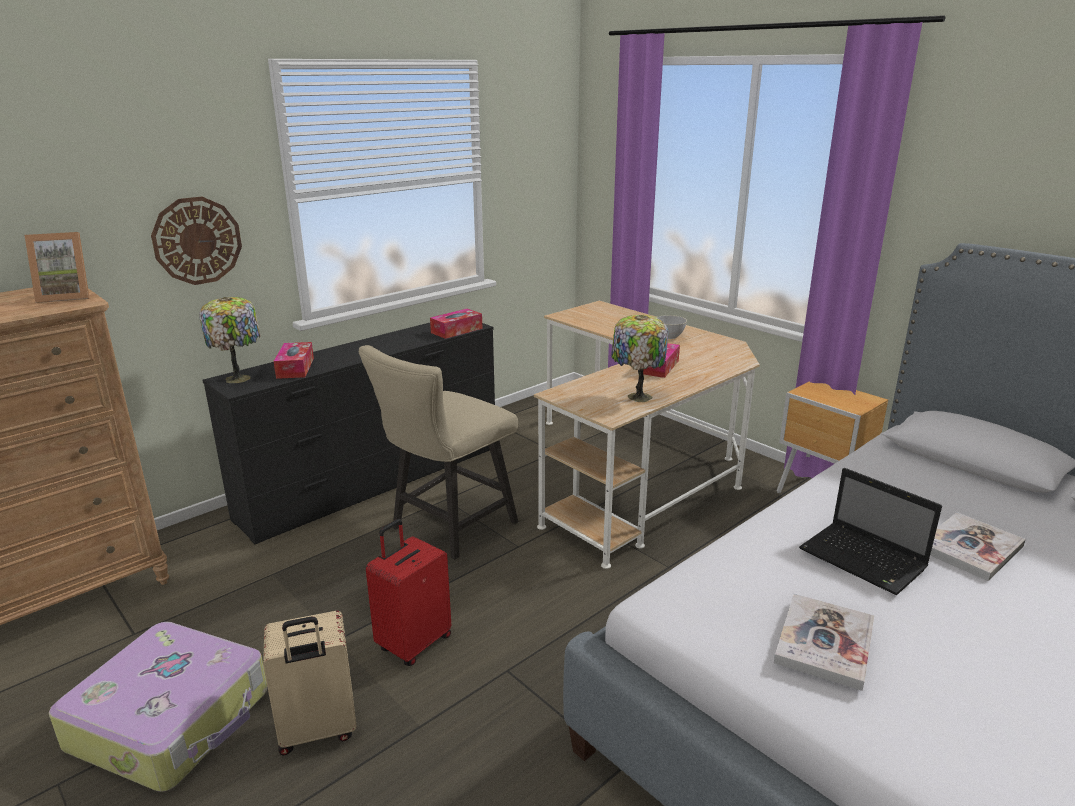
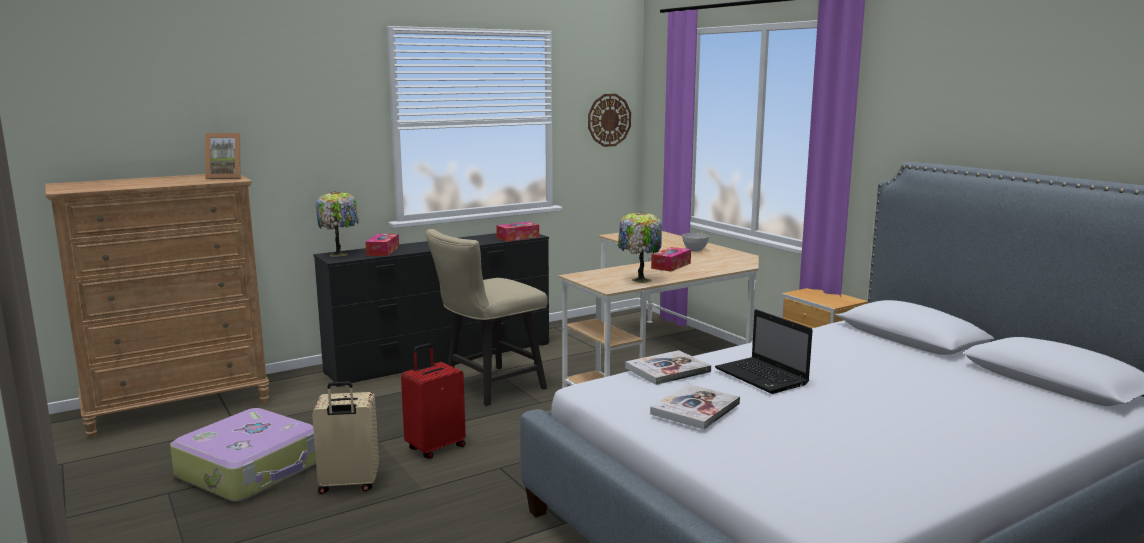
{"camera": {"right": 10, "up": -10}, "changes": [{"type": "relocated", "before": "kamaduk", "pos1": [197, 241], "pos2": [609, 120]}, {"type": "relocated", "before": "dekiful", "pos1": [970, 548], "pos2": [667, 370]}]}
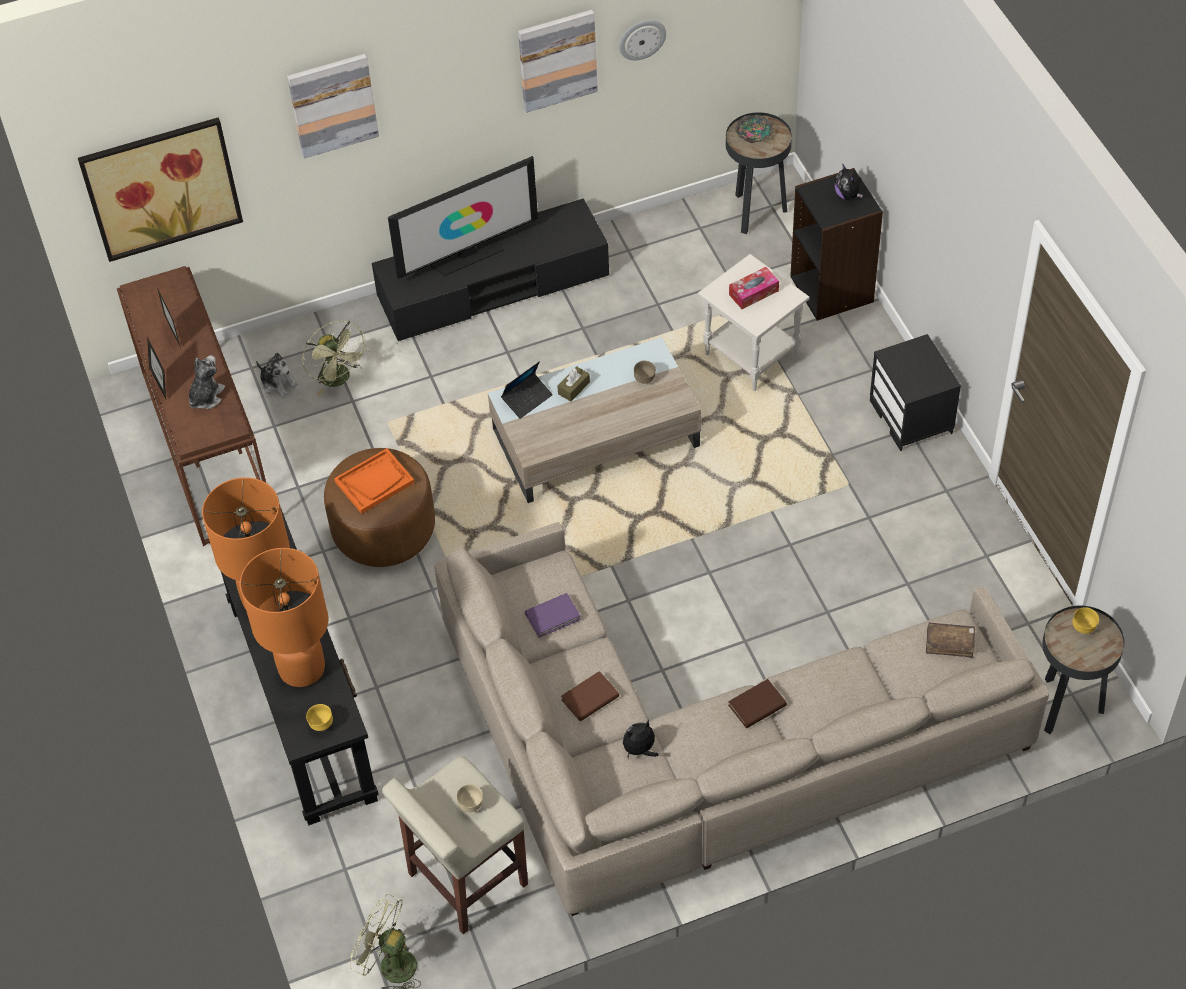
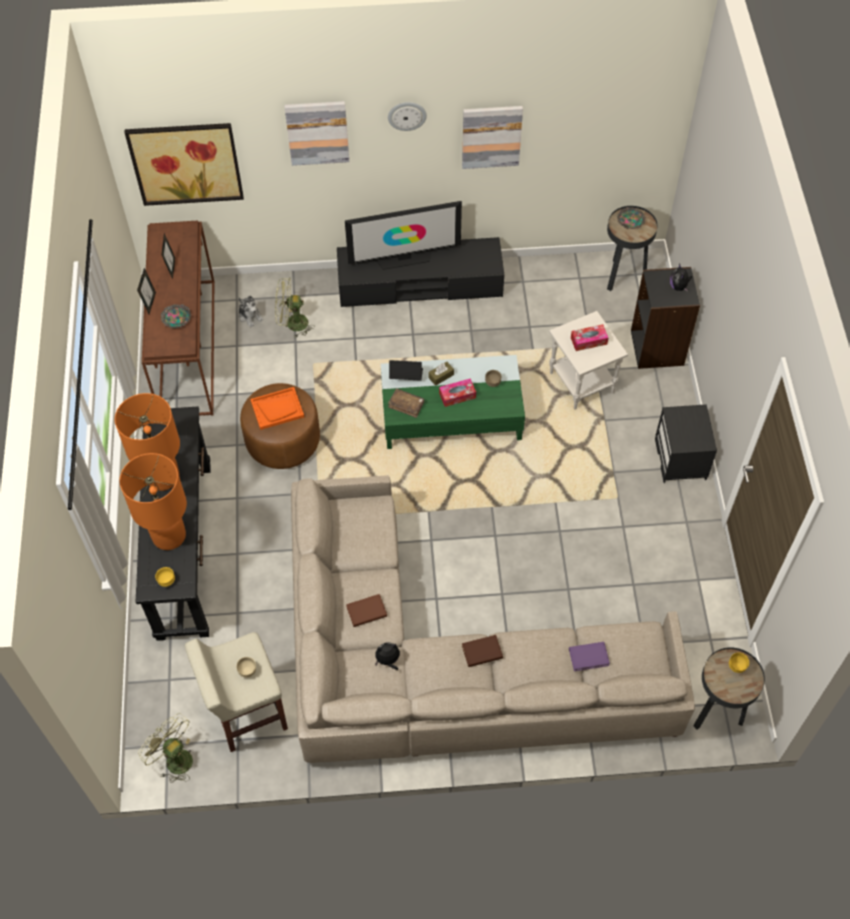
{"camera": {"right": 15, "up": 5}, "changes": [{"type": "appeared", "after": "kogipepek", "pos2": [457, 395]}, {"type": "relocated", "before": "dekiful (purple)", "pos1": [552, 616], "pos2": [588, 657]}, {"type": "relocated", "before": "kamaduk", "pos1": [642, 39], "pos2": [407, 115]}, {"type": "relocated", "before": "dekiful (brown)", "pos1": [950, 643], "pos2": [406, 405]}, {"type": "exchanged", "before": "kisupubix", "after": "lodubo", "pos1": [206, 397], "pos2": [176, 319]}, {"type": "colour", "before": "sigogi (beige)", "after": "sigogi (green)", "pos1": [596, 438], "pos2": [451, 414]}, {"type": "spun", "before": "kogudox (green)", "pos1": [339, 379], "pos2": [292, 324], "turn": 105}, {"type": "spun", "before": "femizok", "pos1": [527, 399], "pos2": [406, 375], "turn": -150}]}
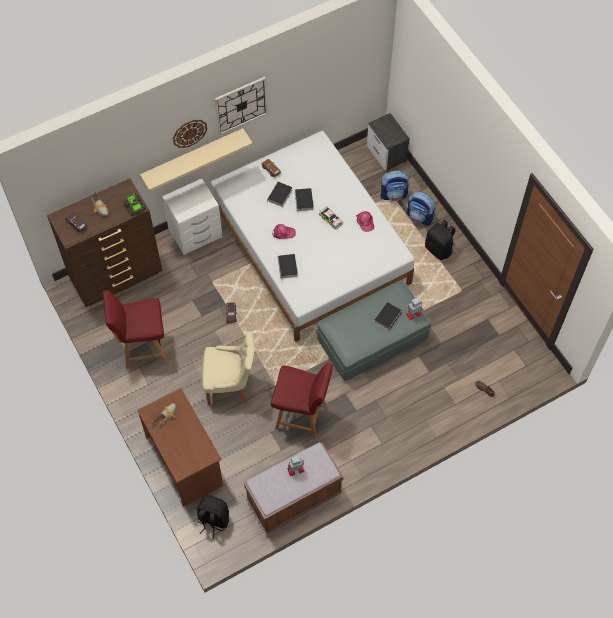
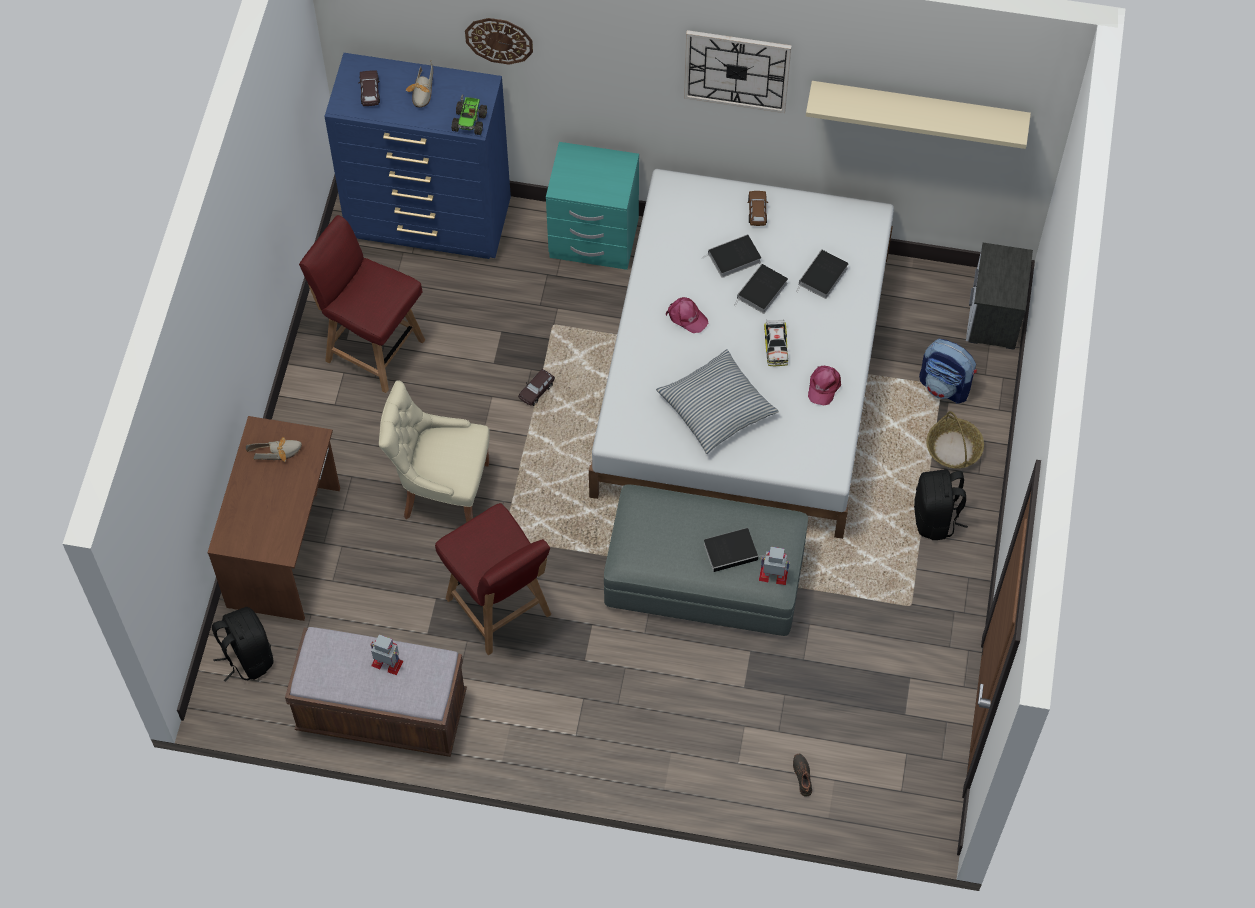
{"camera": {"right": 40, "up": 0}, "changes": [{"type": "appeared", "after": "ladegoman", "pos2": [716, 407]}, {"type": "relocated", "before": "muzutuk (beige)", "pos1": [192, 157], "pos2": [918, 109]}, {"type": "relocated", "before": "kamaduk", "pos1": [189, 133], "pos2": [499, 40]}, {"type": "relocated", "before": "dekiful", "pos1": [288, 268], "pos2": [822, 277]}, {"type": "exchanged", "before": "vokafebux", "after": "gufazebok", "pos1": [420, 217], "pos2": [954, 449]}, {"type": "colour", "before": "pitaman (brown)", "after": "pitaman (blue)", "pos1": [117, 276], "pos2": [430, 224]}, {"type": "colour", "before": "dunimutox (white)", "after": "dunimutox (turquoise)", "pos1": [195, 234], "pos2": [593, 240]}, {"type": "spun", "before": "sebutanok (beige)", "pos1": [230, 385], "pos2": [442, 490], "turn": 150}]}
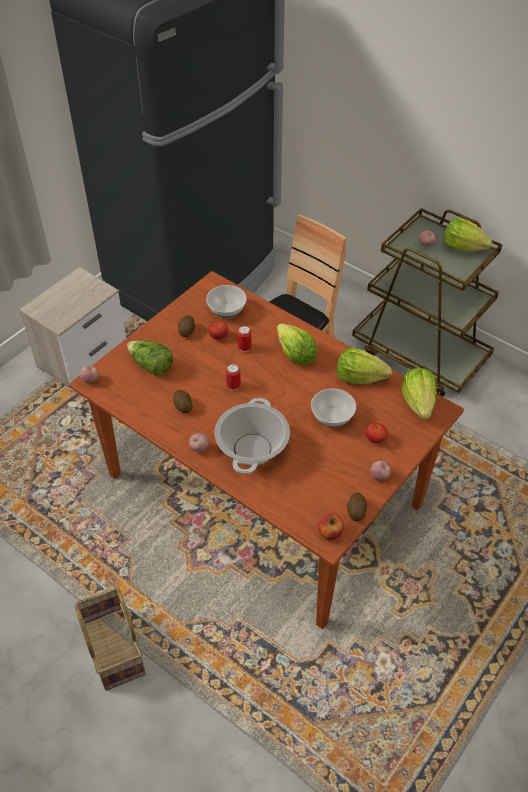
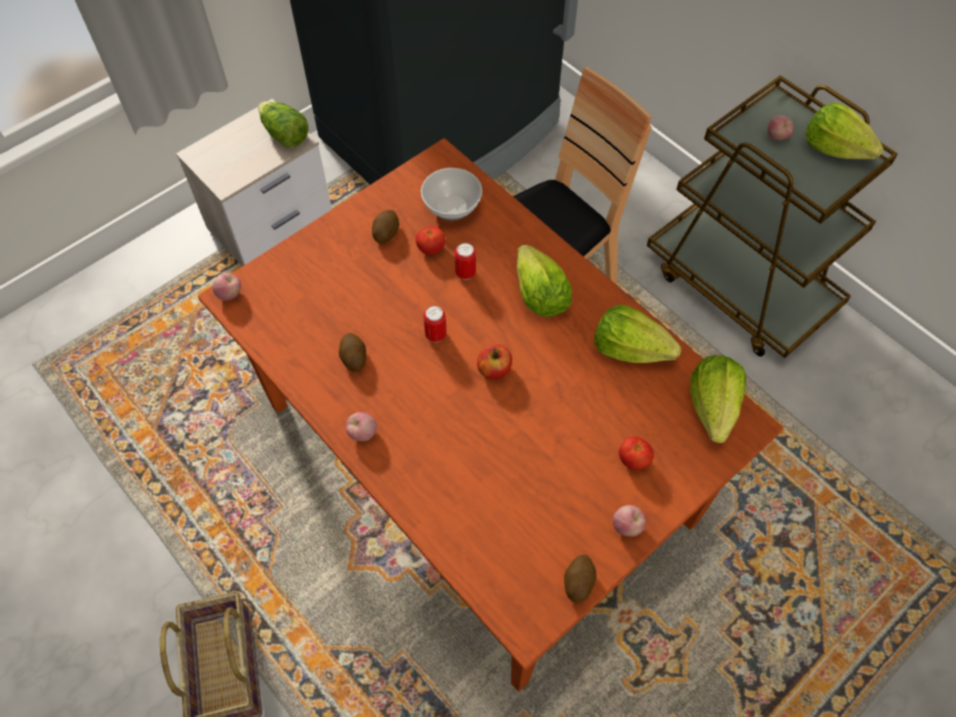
{"camera": {"right": 10, "up": 10}, "changes": [{"type": "missing", "before": "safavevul", "pos1": [253, 449]}, {"type": "missing", "before": "lodubo", "pos1": [332, 416]}, {"type": "relocated", "before": "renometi", "pos1": [151, 365], "pos2": [284, 134]}, {"type": "relocated", "before": "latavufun", "pos1": [330, 533], "pos2": [494, 369]}]}
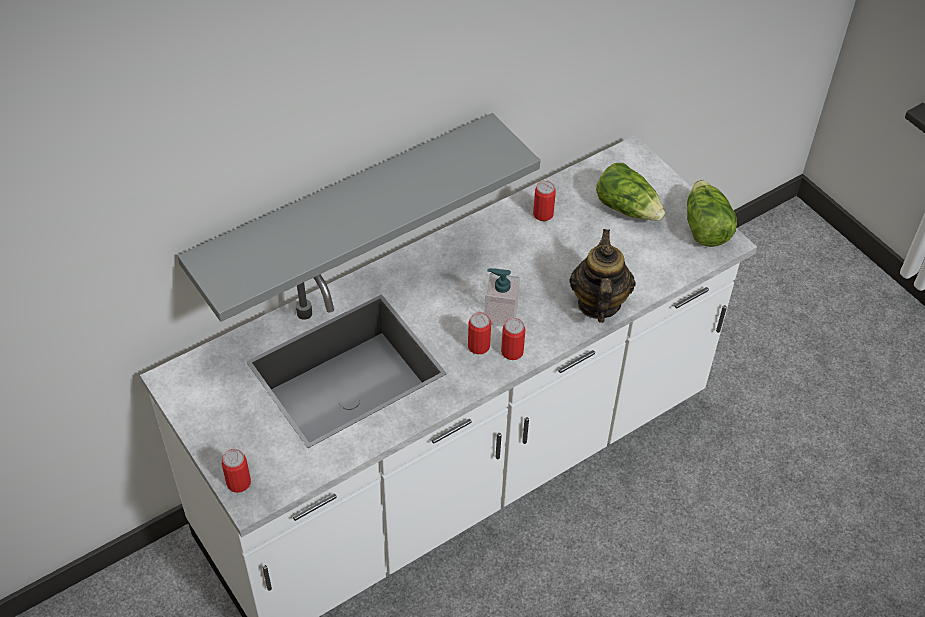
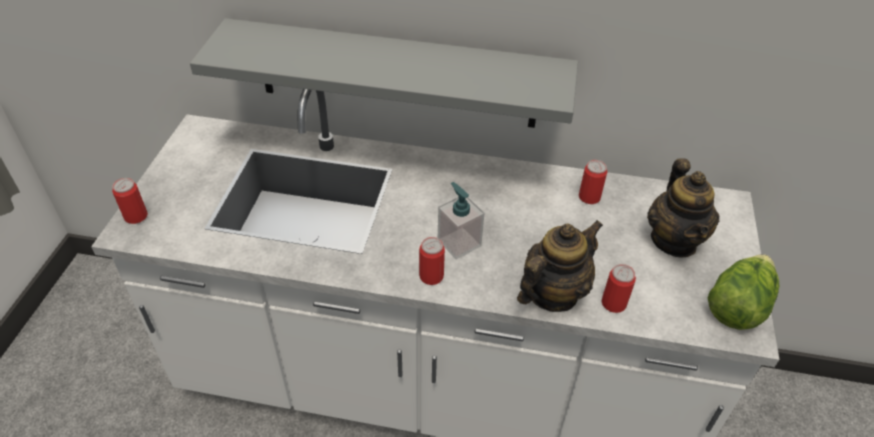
{"camera": {"right": 45, "up": -5}, "changes": [{"type": "relocated", "before": "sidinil", "pos1": [478, 346], "pos2": [613, 303]}, {"type": "exchanged", "before": "renometi", "after": "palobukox", "pos1": [627, 208], "pos2": [674, 240]}]}
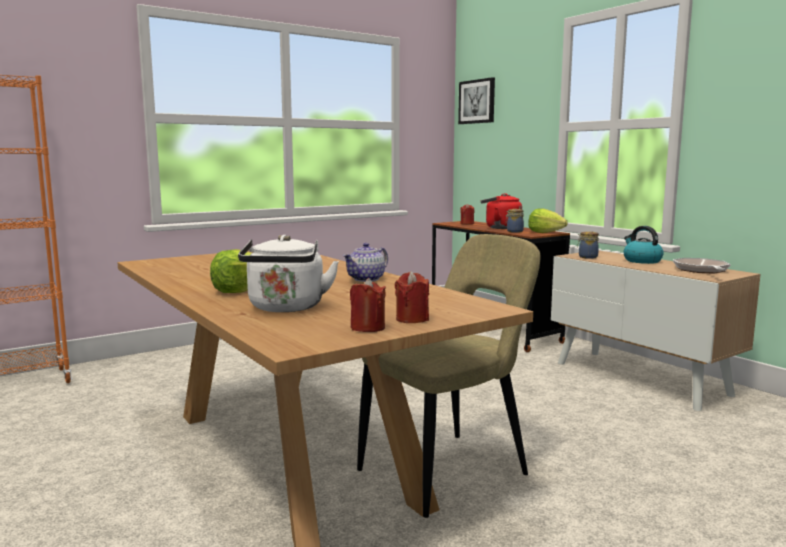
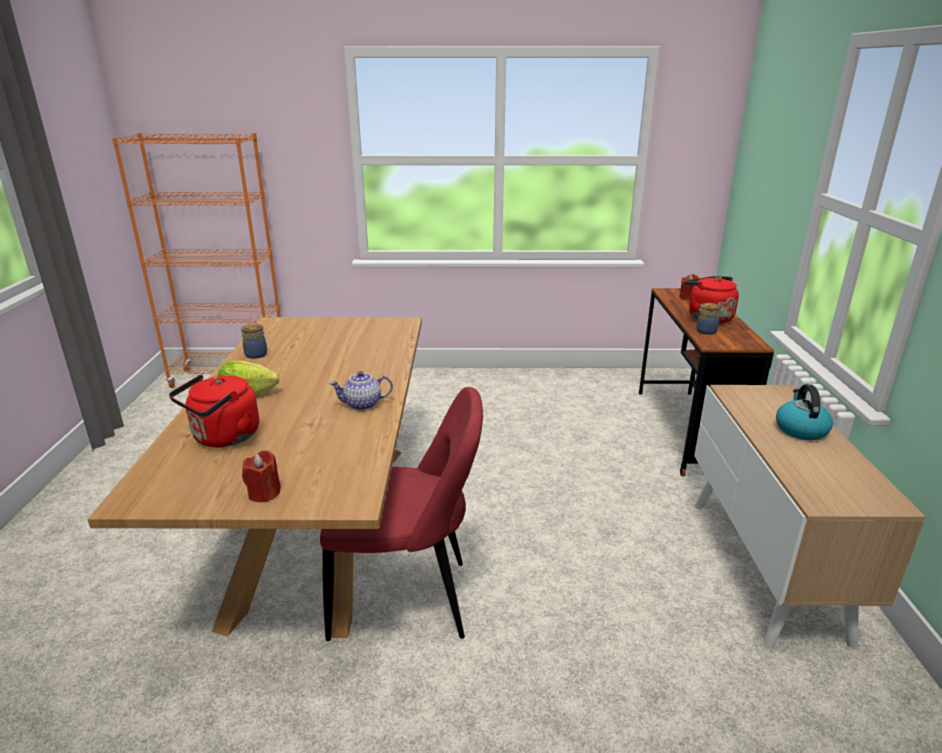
{"camera": {"right": 35, "up": 15}, "changes": [{"type": "missing", "before": "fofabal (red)", "pos1": [367, 328]}, {"type": "missing", "before": "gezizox", "pos1": [477, 101]}, {"type": "missing", "before": "renometi", "pos1": [545, 232]}, {"type": "missing", "before": "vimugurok", "pos1": [702, 270]}, {"type": "relocated", "before": "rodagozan", "pos1": [587, 257], "pos2": [255, 354]}, {"type": "colour", "before": "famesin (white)", "after": "famesin (red)", "pos1": [286, 308], "pos2": [223, 438]}, {"type": "colour", "before": "sebutanok (beige)", "after": "sebutanok (red)", "pos1": [449, 470], "pos2": [407, 600]}]}
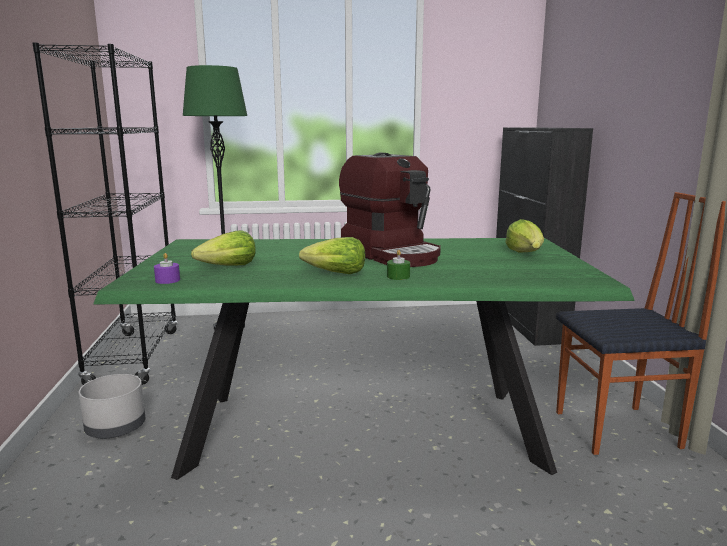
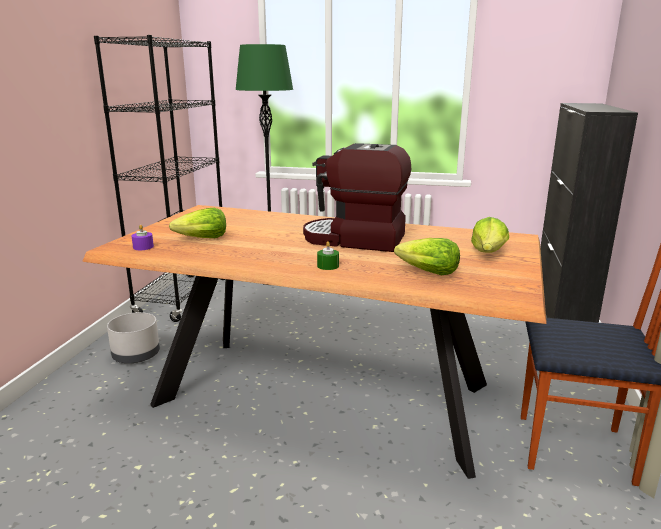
{"camera": {"right": 20, "up": 5}, "changes": [{"type": "relocated", "before": "renometi", "pos1": [335, 273], "pos2": [427, 272]}, {"type": "colour", "before": "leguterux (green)", "after": "leguterux (brown)", "pos1": [363, 427], "pos2": [324, 394]}, {"type": "spun", "before": "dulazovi", "pos1": [392, 254], "pos2": [355, 239], "turn": 120}]}
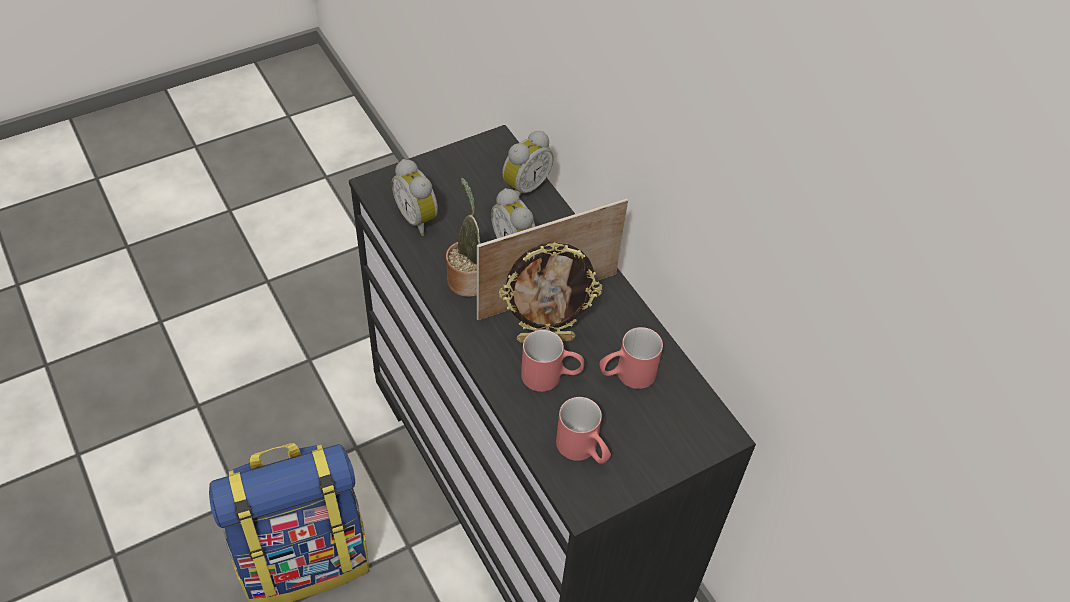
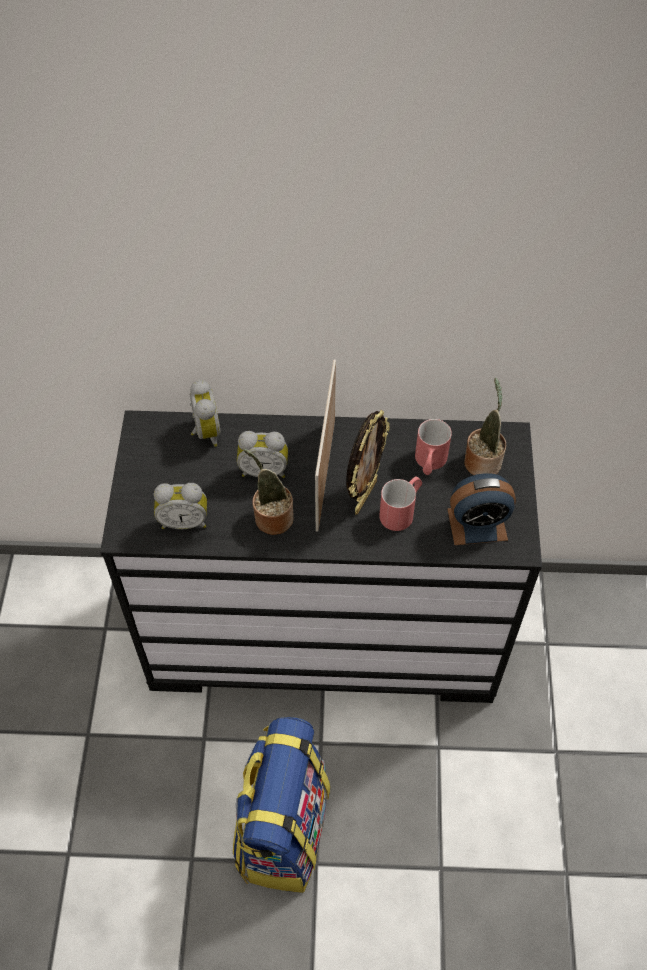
{"camera": {"right": -55, "up": 5}, "changes": [{"type": "appeared", "after": "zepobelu", "pos2": [482, 460]}, {"type": "exchanged", "before": "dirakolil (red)", "after": "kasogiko", "pos1": [583, 451], "pos2": [477, 524]}]}
